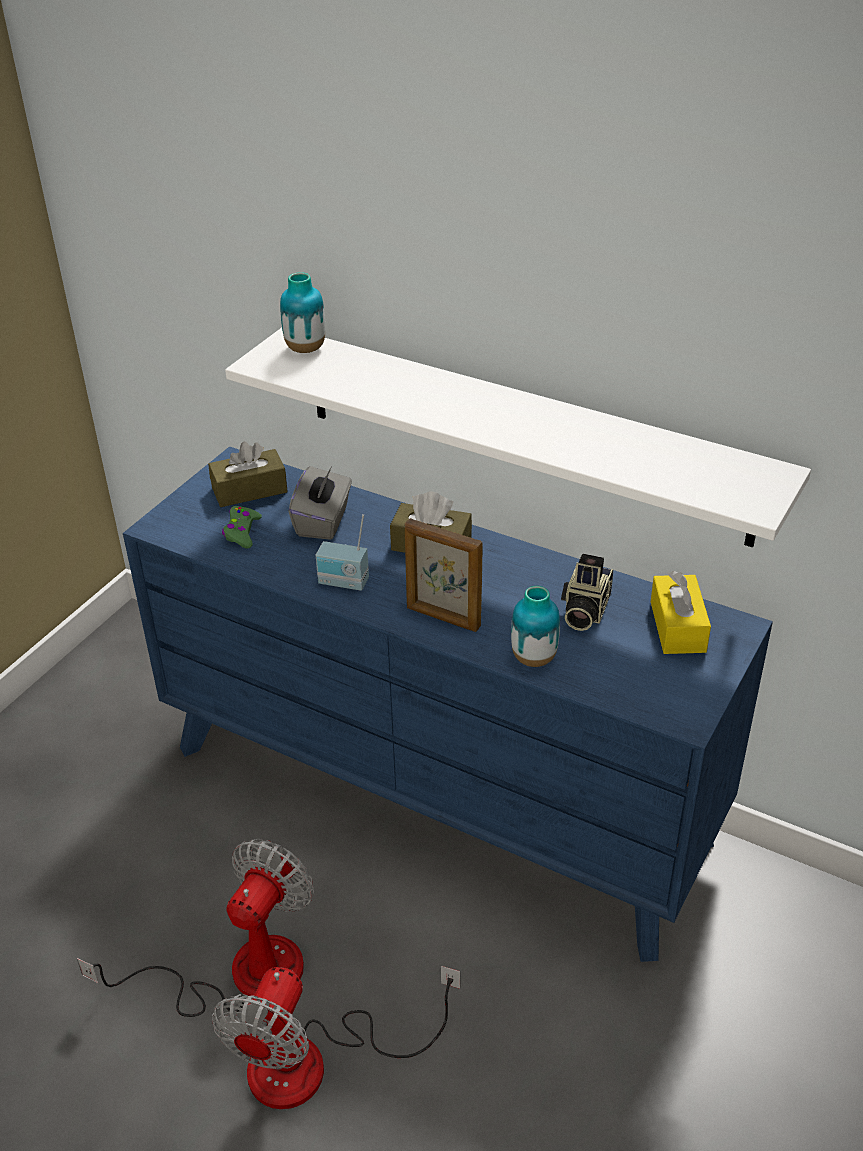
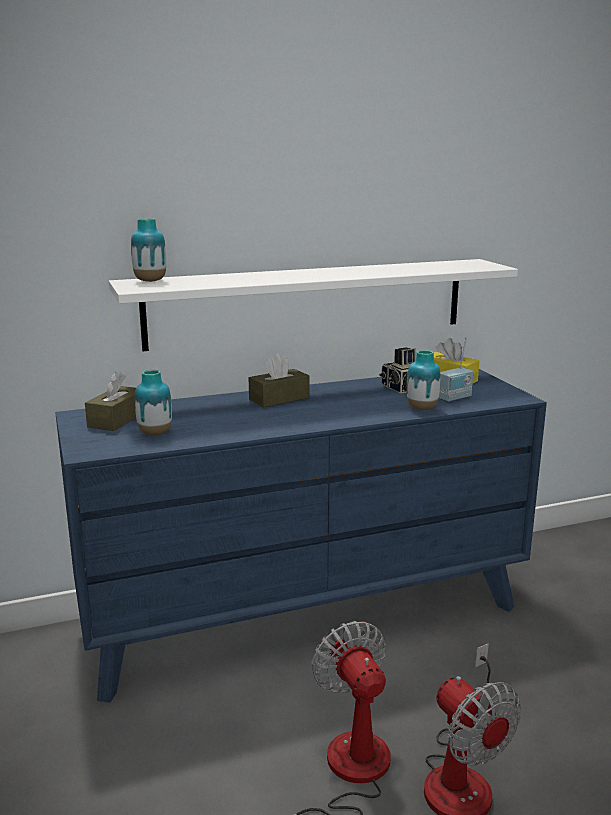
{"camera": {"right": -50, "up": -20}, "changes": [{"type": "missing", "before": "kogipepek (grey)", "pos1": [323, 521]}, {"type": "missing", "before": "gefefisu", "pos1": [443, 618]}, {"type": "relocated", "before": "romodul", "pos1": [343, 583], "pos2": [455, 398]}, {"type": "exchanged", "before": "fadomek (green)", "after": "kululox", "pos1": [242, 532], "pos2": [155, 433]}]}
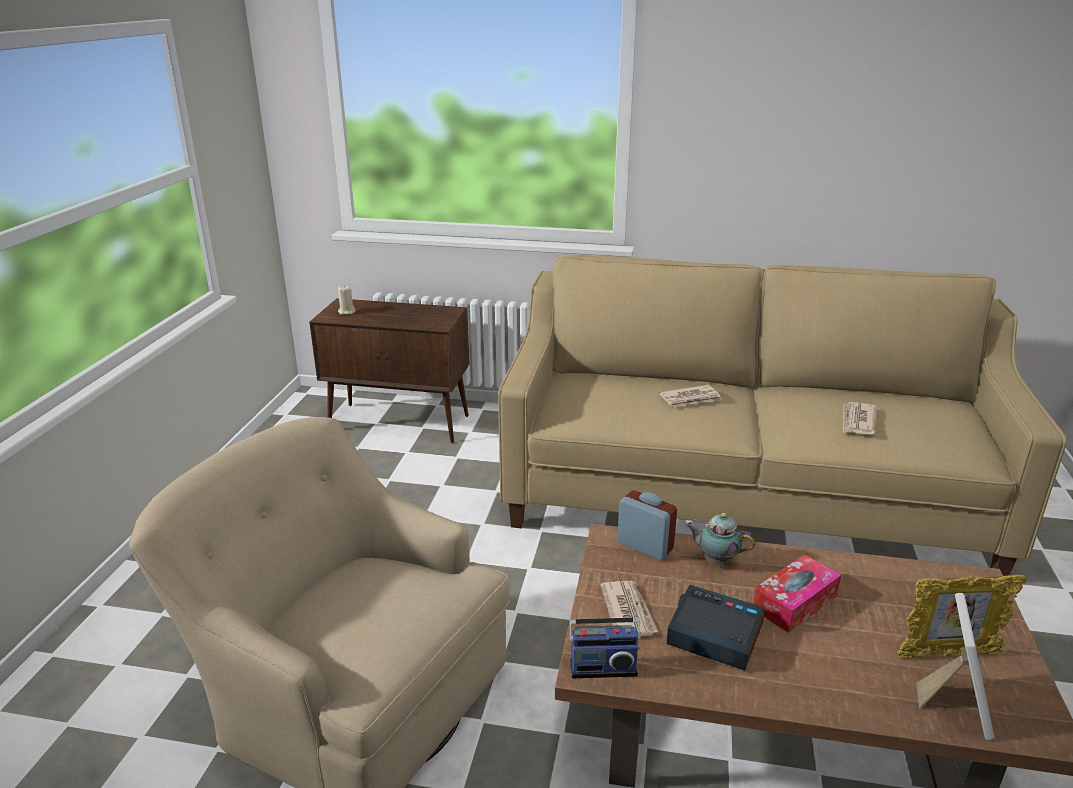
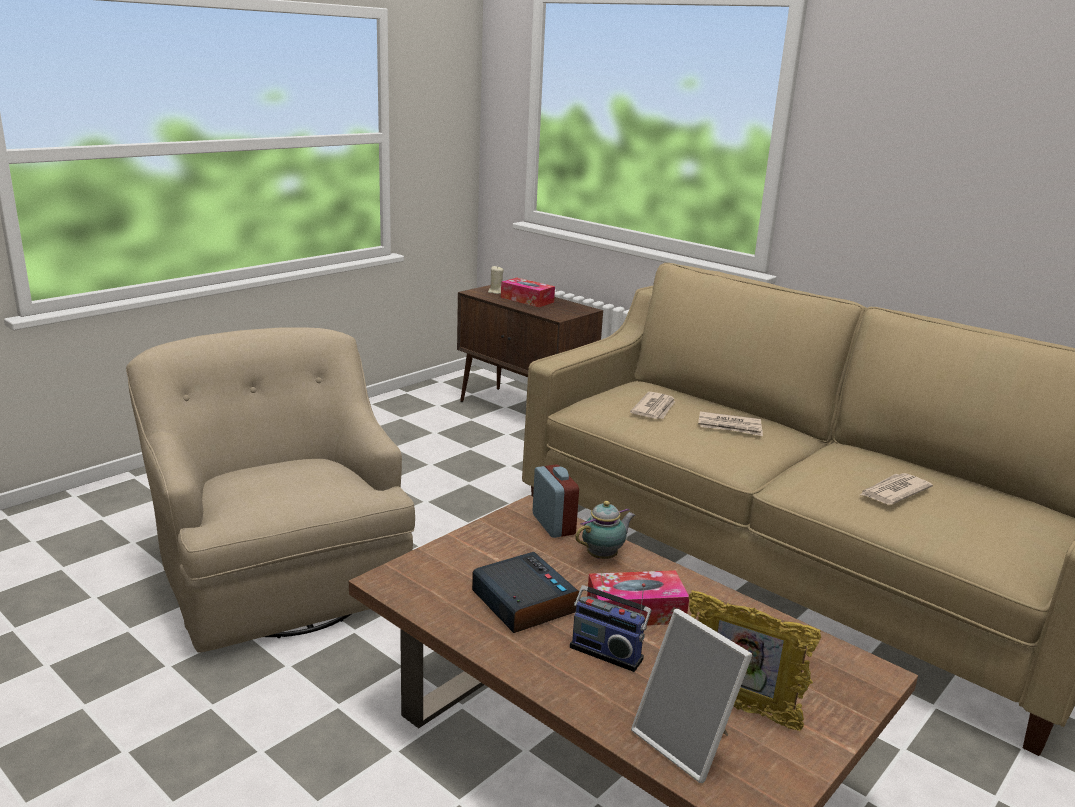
{"camera": {"right": 30, "up": -5}, "changes": [{"type": "appeared", "after": "kogipepek", "pos2": [527, 300]}, {"type": "relocated", "before": "romodul", "pos1": [602, 666], "pos2": [607, 651]}, {"type": "relocated", "before": "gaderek", "pos1": [628, 611], "pos2": [654, 409]}, {"type": "spun", "before": "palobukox", "pos1": [715, 560], "pos2": [604, 556], "turn": 90}, {"type": "spun", "before": "gefefisu", "pos1": [954, 703], "pos2": [687, 743], "turn": 90}]}
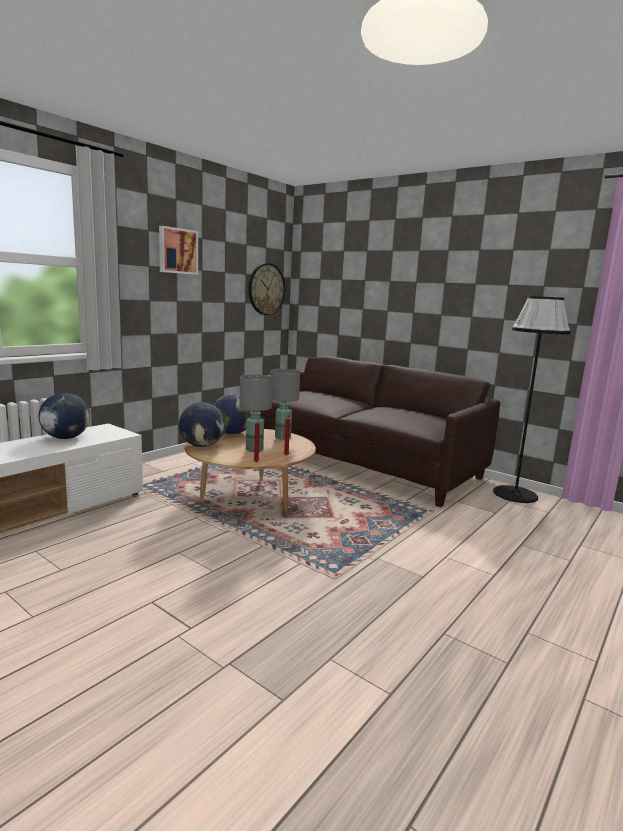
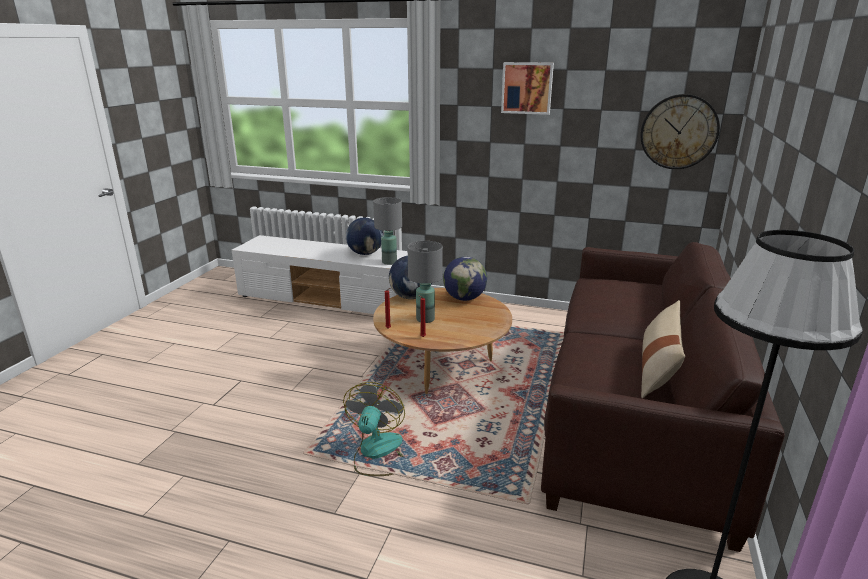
{"camera": {"right": 70, "up": 10}, "changes": [{"type": "appeared", "after": "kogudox", "pos2": [378, 453]}, {"type": "appeared", "after": "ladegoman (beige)", "pos2": [657, 368]}, {"type": "relocated", "before": "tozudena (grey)", "pos1": [283, 437], "pos2": [389, 262]}]}
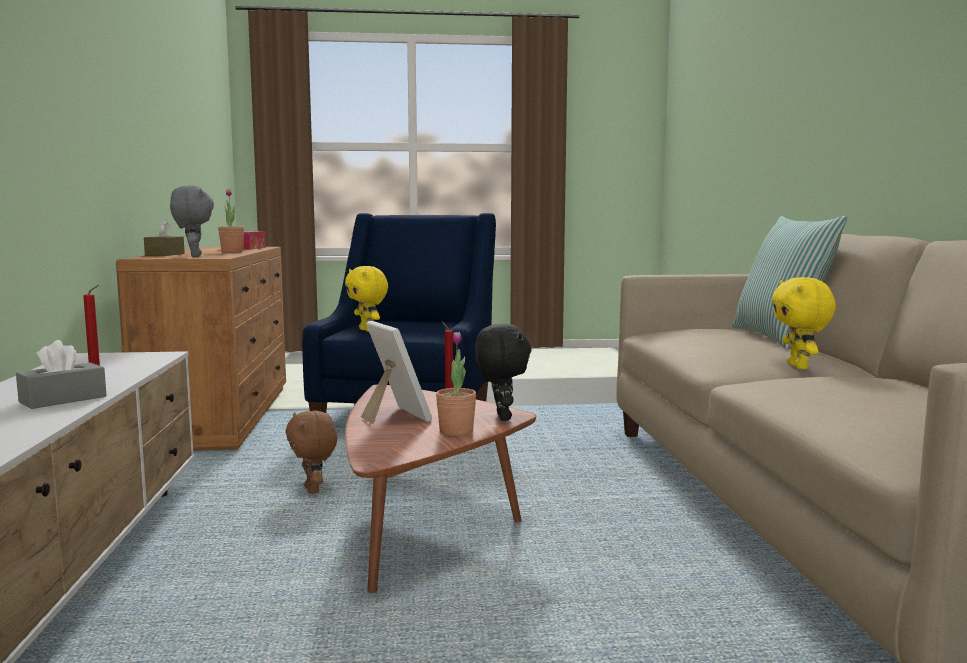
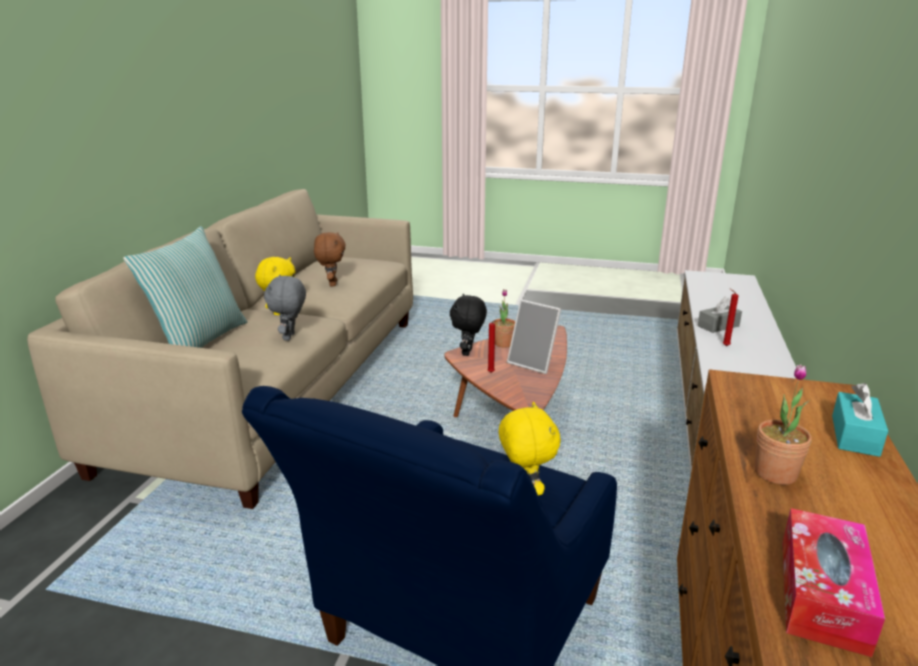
{"camera": {"right": -160, "up": 15}, "changes": [{"type": "relocated", "before": "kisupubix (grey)", "pos1": [194, 256], "pos2": [290, 337]}, {"type": "relocated", "before": "kisupubix (brown)", "pos1": [314, 491], "pos2": [332, 284]}, {"type": "colour", "before": "kogipepek (brown)", "after": "kogipepek (turquoise)", "pos1": [165, 254], "pos2": [855, 435]}, {"type": "spun", "before": "gefefisu", "pos1": [394, 417], "pos2": [534, 363], "turn": -45}]}
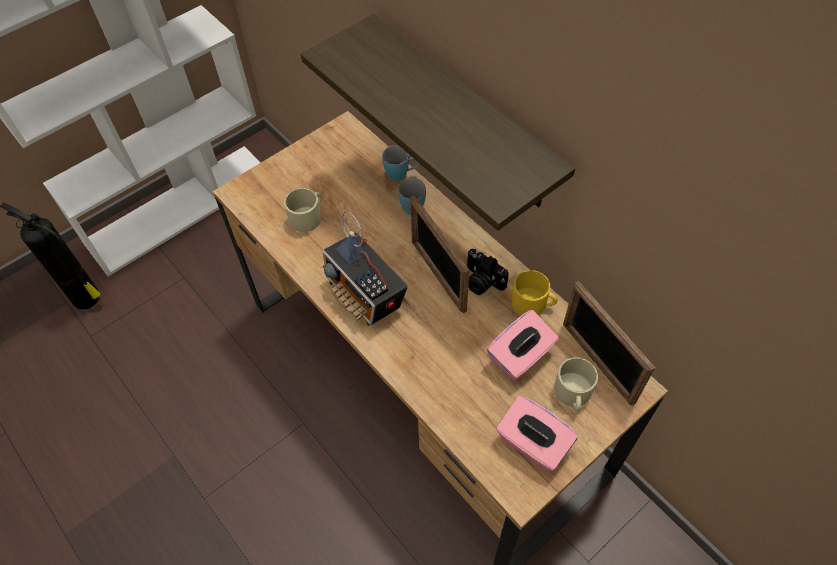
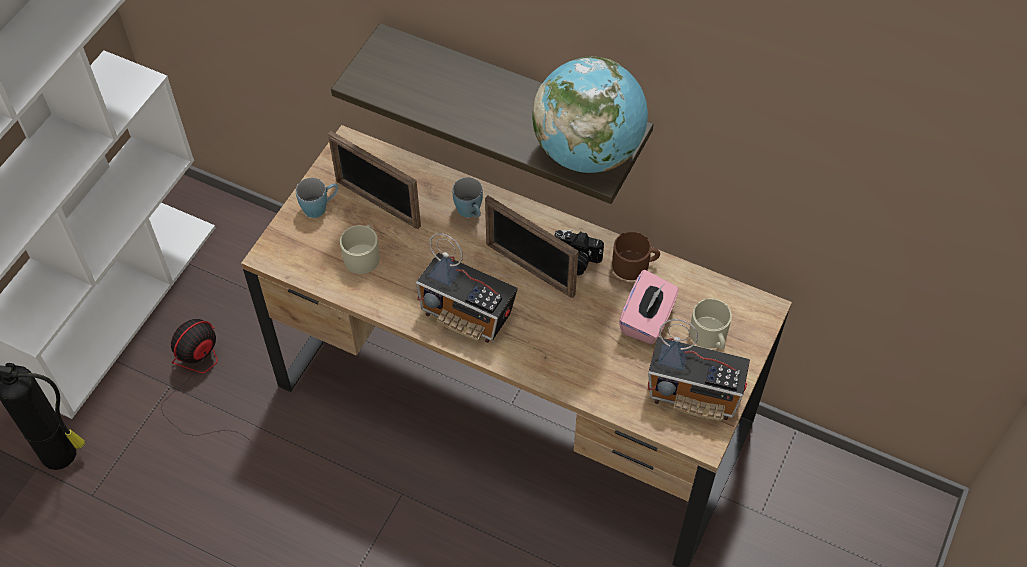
{"camera": {"right": -25, "up": 0}, "changes": [{"type": "appeared", "after": "kogudox", "pos2": [199, 380]}, {"type": "appeared", "after": "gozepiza", "pos2": [587, 152]}, {"type": "relocated", "before": "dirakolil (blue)", "pos1": [402, 174], "pos2": [320, 207]}, {"type": "relocated", "before": "gefefisu", "pos1": [597, 362], "pos2": [377, 203]}, {"type": "exchanged", "before": "kogipepek (pink)", "after": "romodul", "pos1": [532, 444], "pos2": [694, 394]}, {"type": "colour", "before": "dirakolil (yellow)", "after": "dirakolil (brown)", "pos1": [533, 303], "pos2": [635, 264]}]}
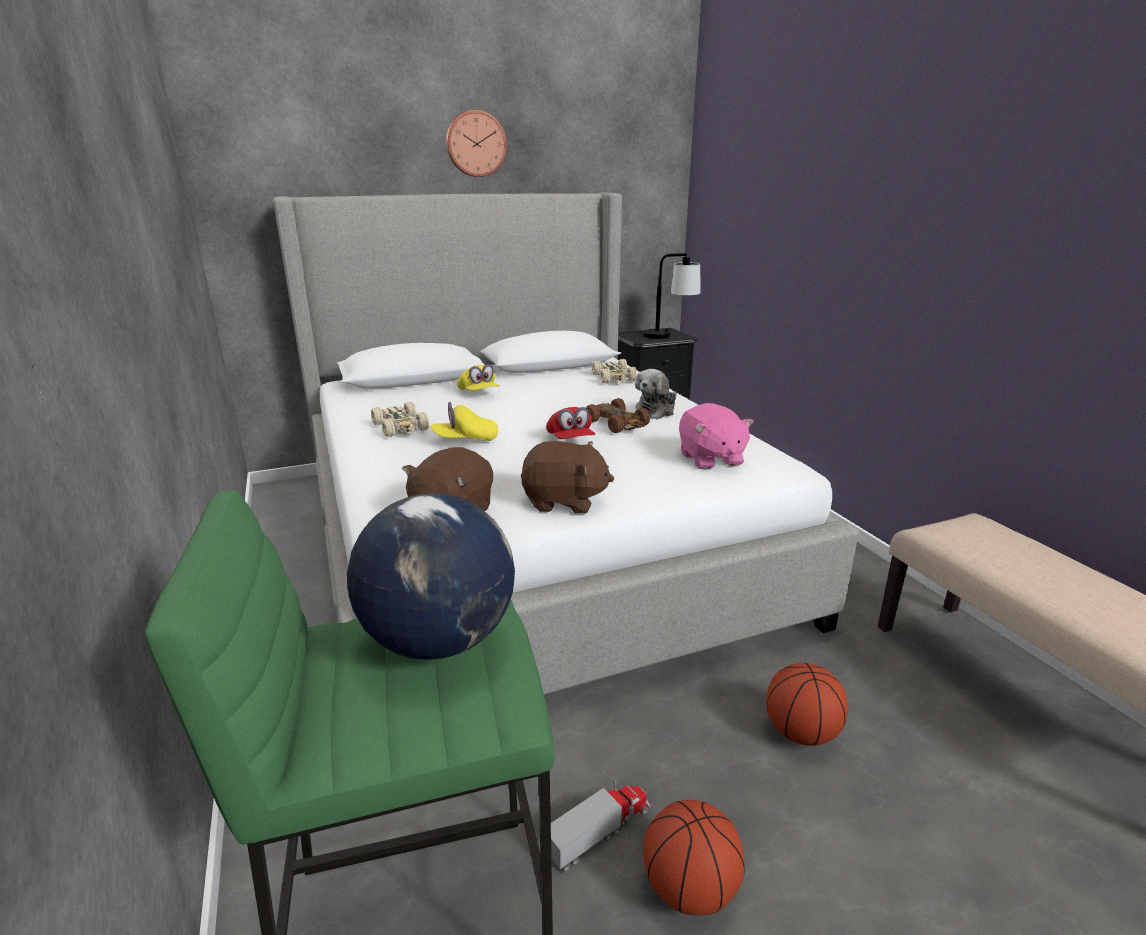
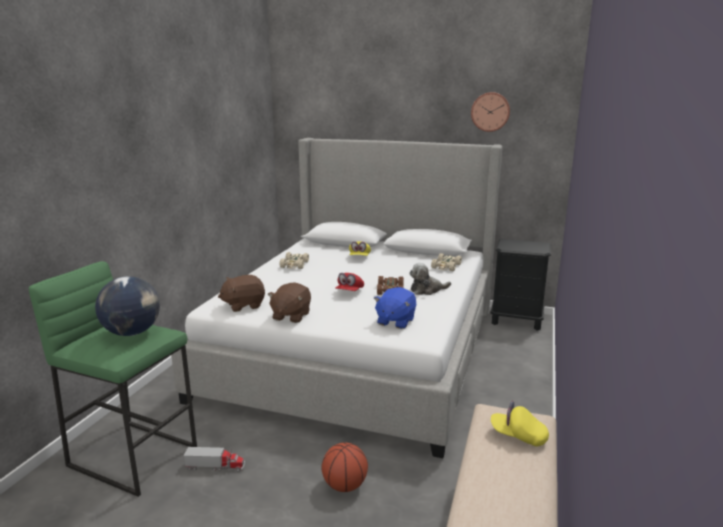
{"camera": {"right": 40, "up": -5}, "changes": [{"type": "missing", "before": "tozudena", "pos1": [669, 337]}, {"type": "missing", "before": "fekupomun", "pos1": [690, 888]}, {"type": "relocated", "before": "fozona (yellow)", "pos1": [465, 440], "pos2": [518, 436]}, {"type": "relocated", "before": "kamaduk", "pos1": [475, 144], "pos2": [490, 112]}, {"type": "colour", "before": "kisupubix (pink)", "after": "kisupubix (blue)", "pos1": [710, 459], "pos2": [395, 321]}, {"type": "spun", "before": "kisupubix (brown)", "pos1": [564, 502], "pos2": [291, 316], "turn": 60}]}
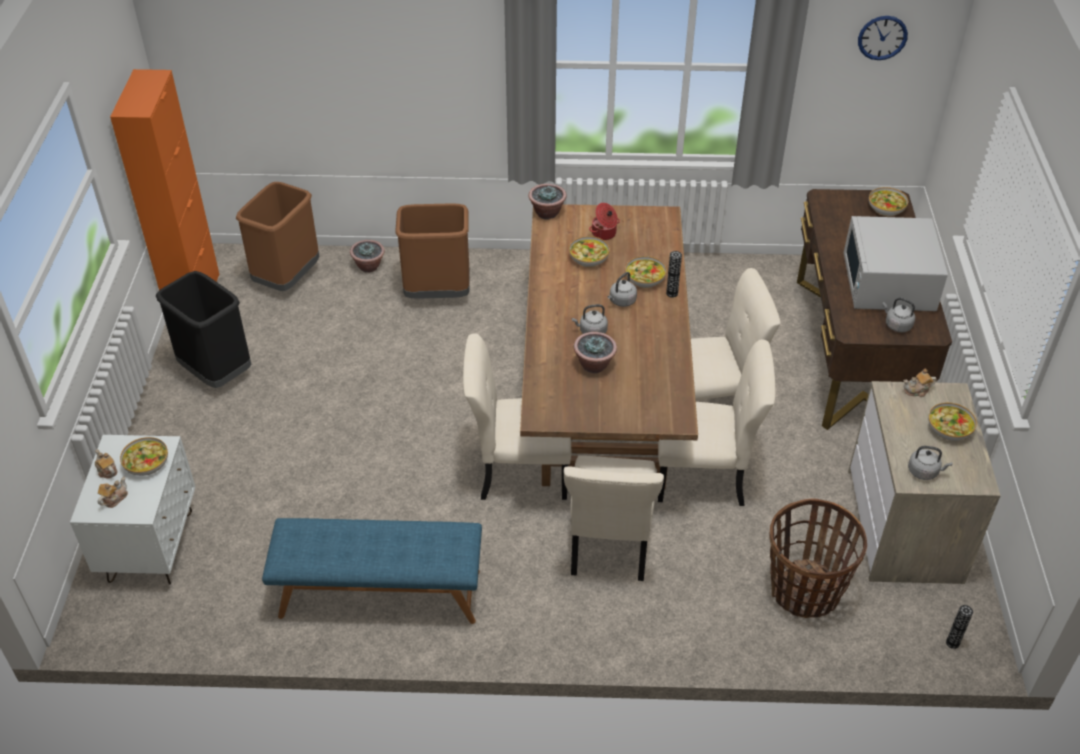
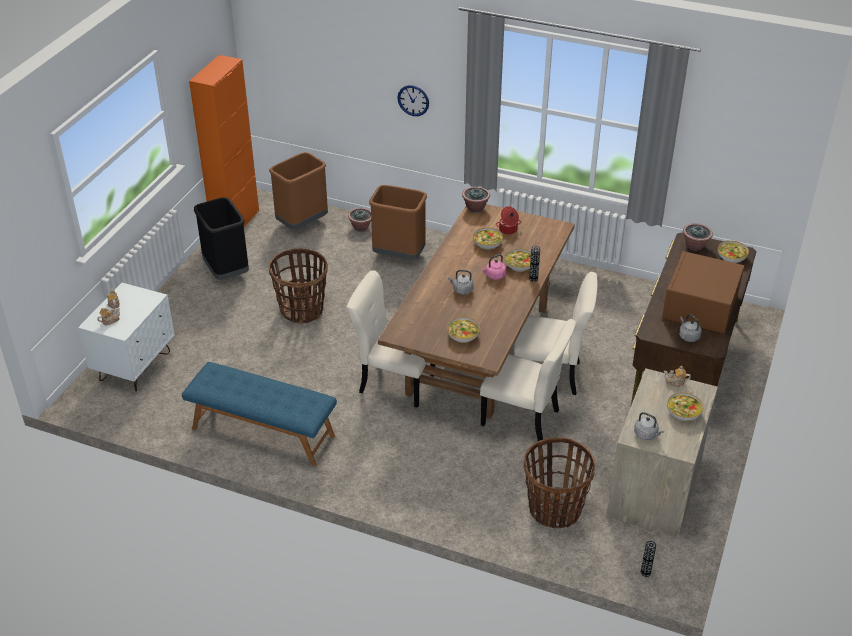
{"camera": {"right": 20, "up": -5}, "changes": [{"type": "missing", "before": "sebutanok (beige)", "pos1": [608, 546]}, {"type": "appeared", "after": "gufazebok", "pos2": [302, 310]}, {"type": "relocated", "before": "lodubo", "pos1": [146, 464], "pos2": [463, 335]}, {"type": "relocated", "before": "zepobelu", "pos1": [594, 365], "pos2": [695, 246]}, {"type": "relocated", "before": "kamaduk", "pos1": [882, 37], "pos2": [413, 100]}, {"type": "colour", "before": "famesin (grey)", "after": "famesin (pink)", "pos1": [621, 301], "pos2": [494, 276]}, {"type": "colour", "before": "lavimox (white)", "after": "lavimox (brown)", "pos1": [888, 283], "pos2": [699, 307]}]}
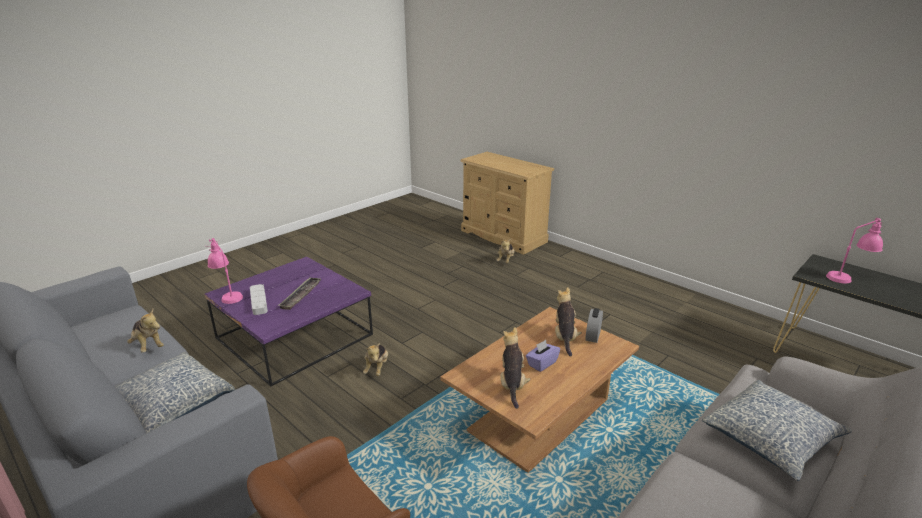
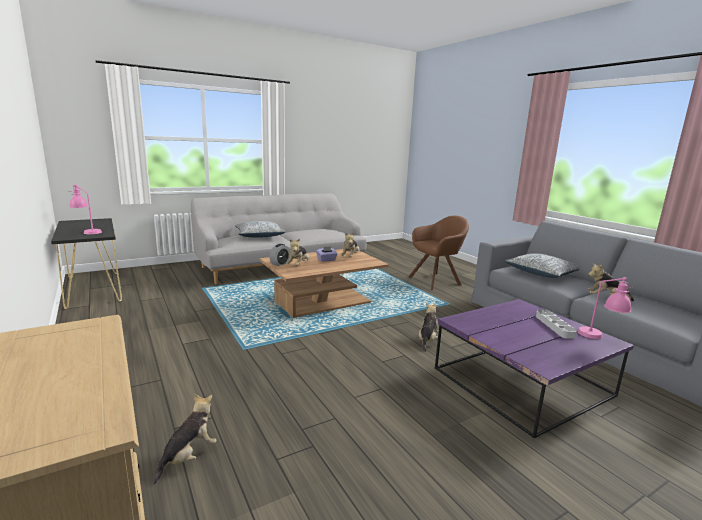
{"camera": {"right": -165, "up": -10}, "changes": [{"type": "missing", "before": "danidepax", "pos1": [301, 295]}, {"type": "spun", "before": "kisupubix", "pos1": [148, 346], "pos2": [606, 298], "turn": -45}]}
